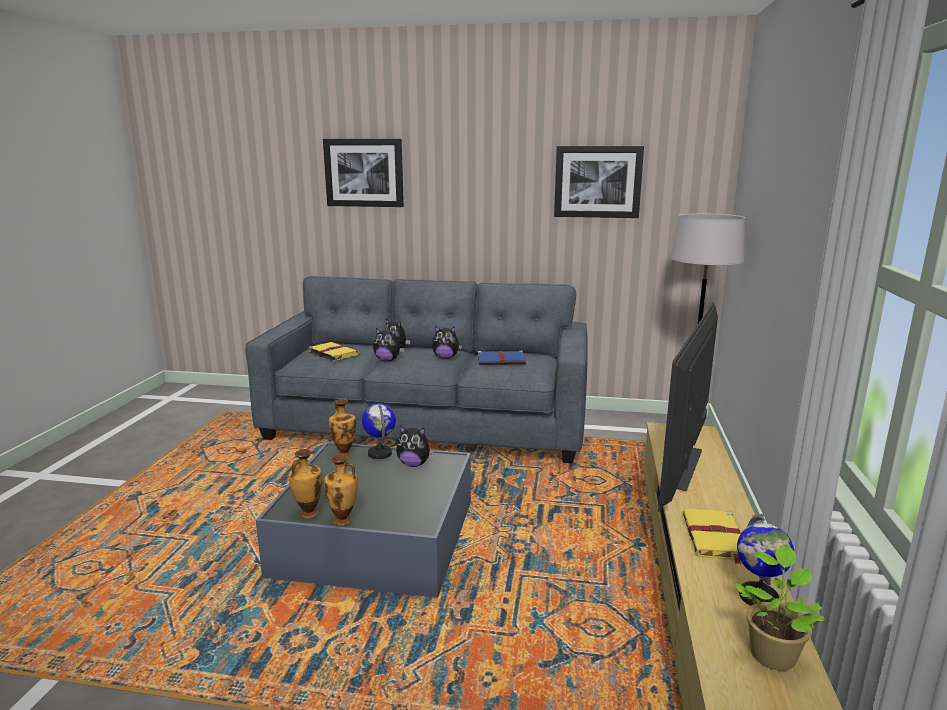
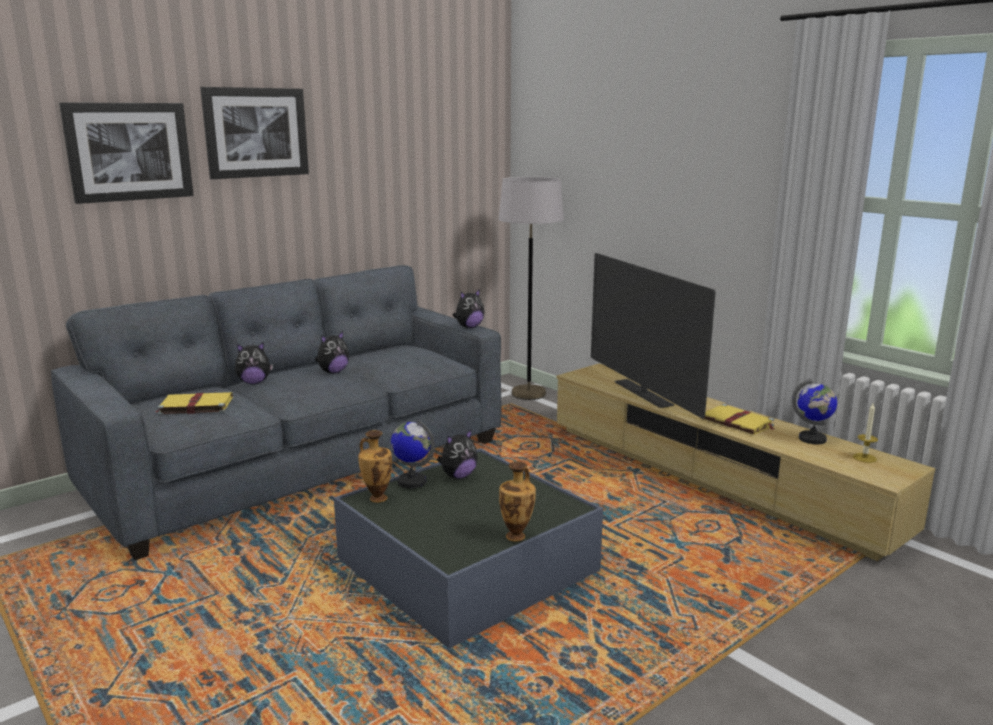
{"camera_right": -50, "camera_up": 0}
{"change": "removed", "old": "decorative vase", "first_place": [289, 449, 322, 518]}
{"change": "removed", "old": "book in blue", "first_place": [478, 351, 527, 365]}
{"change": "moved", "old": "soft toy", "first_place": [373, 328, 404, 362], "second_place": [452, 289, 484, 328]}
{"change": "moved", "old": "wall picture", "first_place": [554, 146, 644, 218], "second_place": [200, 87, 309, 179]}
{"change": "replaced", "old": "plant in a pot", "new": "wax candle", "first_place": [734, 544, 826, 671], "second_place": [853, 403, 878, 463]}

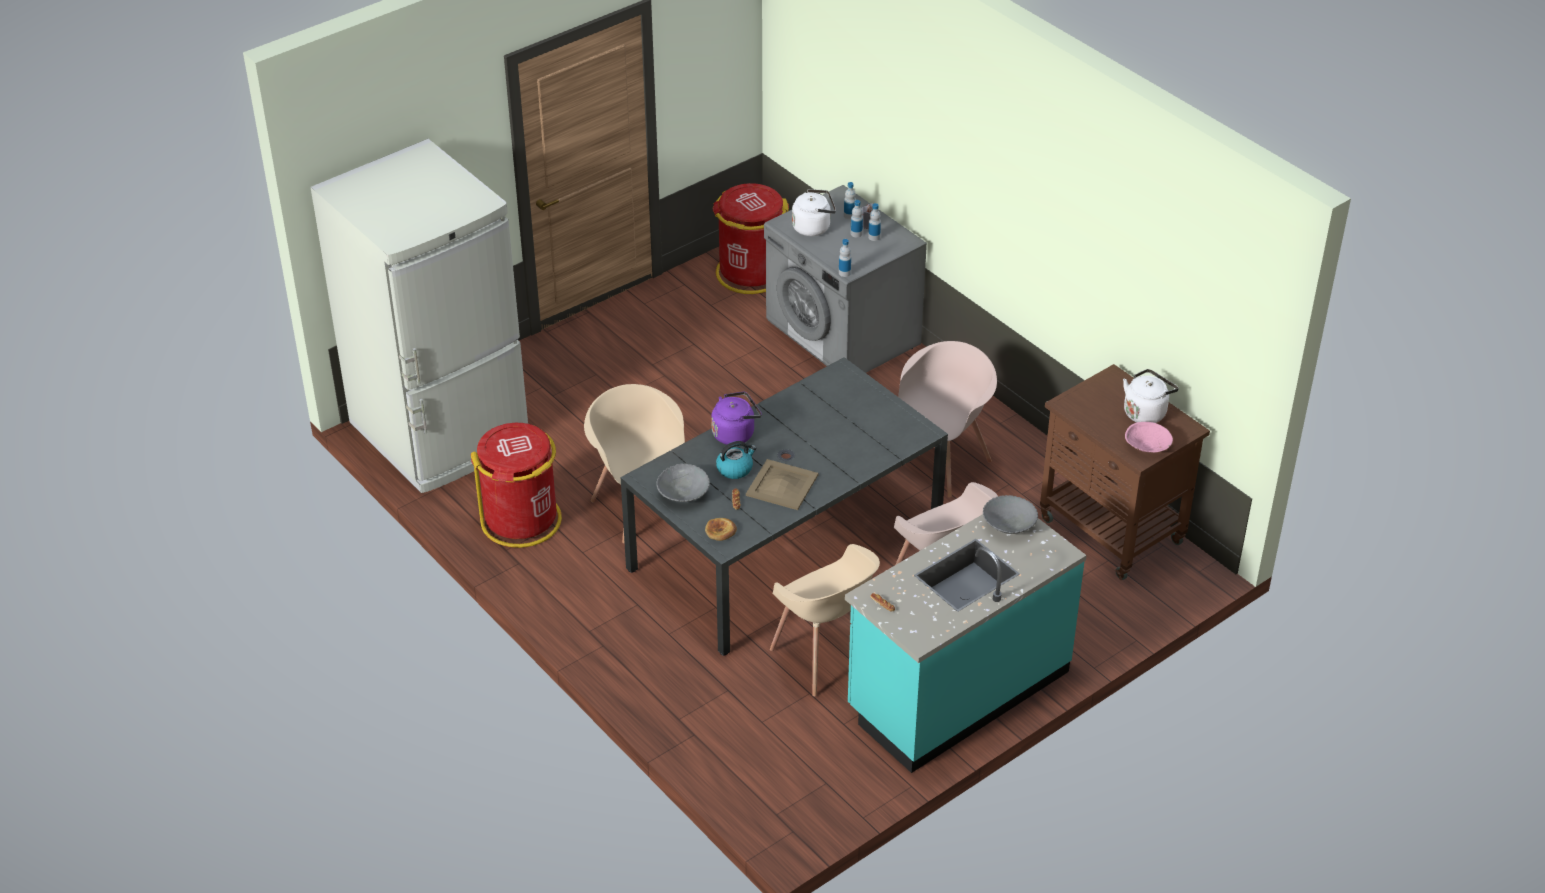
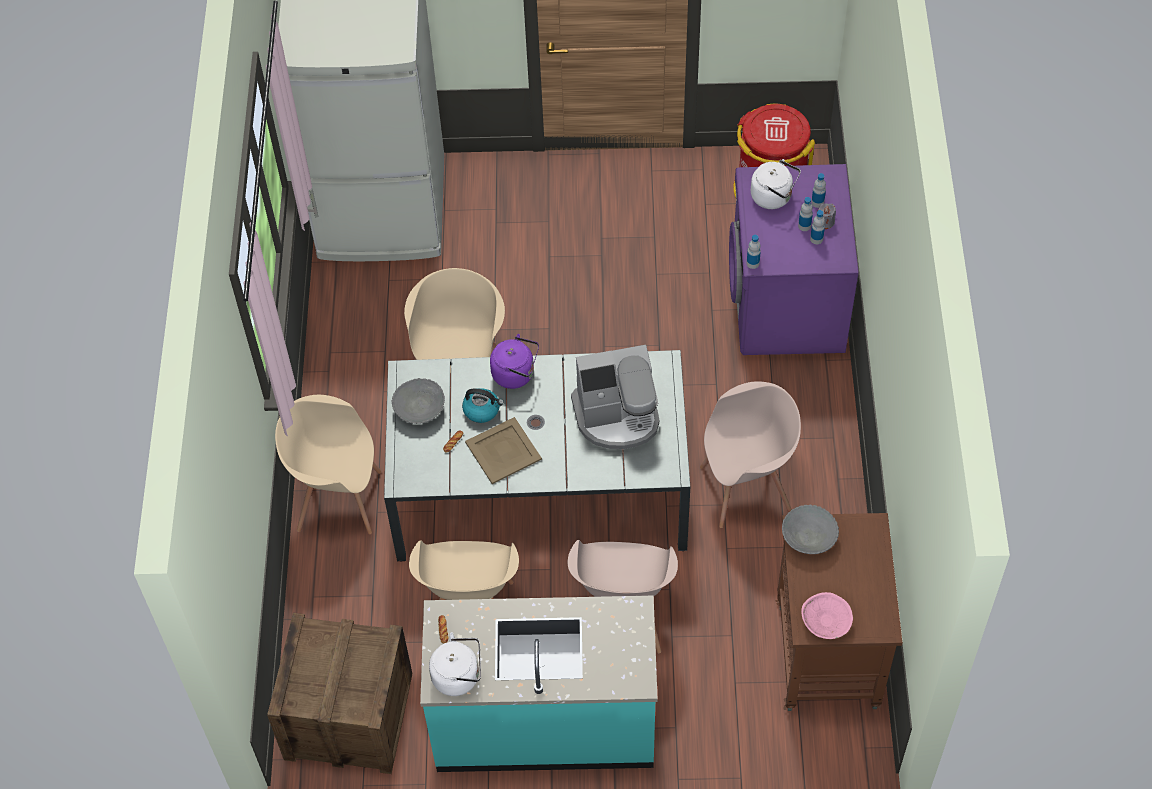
{"camera_right": 40, "camera_up": 15}
{"change": "removed", "old": "trash can in reddish", "first_place": [471, 423, 562, 548]}
{"change": "removed", "old": "bakery bread", "first_place": [705, 518, 737, 541]}
{"change": "added", "new": "packing crate", "second_place": [267, 613, 412, 774]}
{"change": "added", "new": "plain chair in beige", "second_place": [275, 395, 381, 534]}
{"change": "added", "new": "coffee machine", "second_place": [571, 345, 659, 449]}
{"change": "moved", "old": "bowl in grey", "first_place": [983, 495, 1038, 534], "second_place": [782, 505, 839, 554]}
{"change": "moved", "old": "tea kettle in white-coloured", "first_place": [1123, 369, 1179, 423], "second_place": [429, 632, 481, 696]}
{"change": "recoloured", "old": "washing machine in grey", "new": "washing machine in purplish", "first_place": [764, 185, 927, 373], "second_place": [729, 164, 859, 355]}

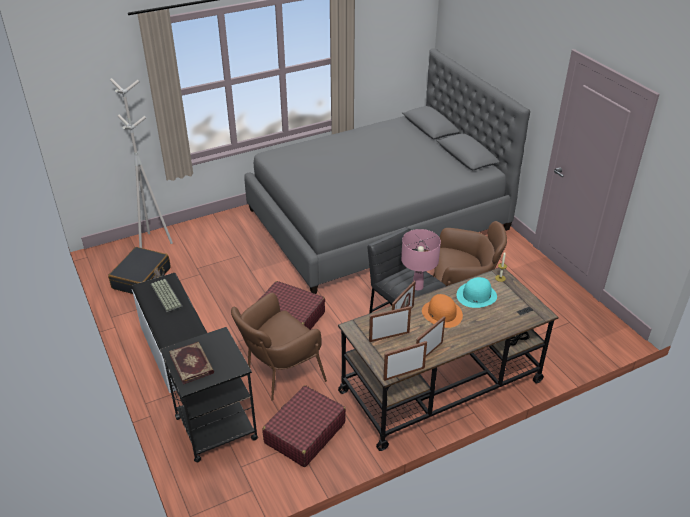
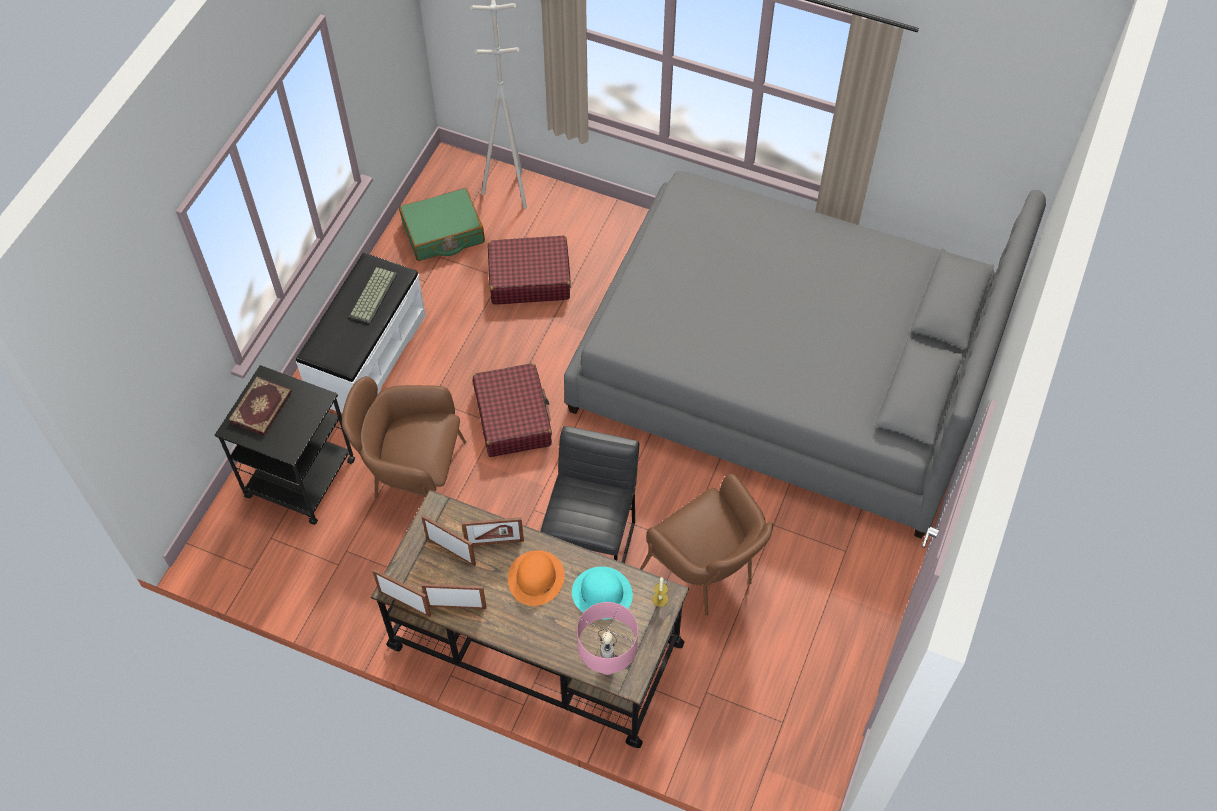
{"camera_right": 50, "camera_up": 20}
{"change": "moved", "old": "travel case in reddish", "first_place": [262, 385, 346, 467], "second_place": [488, 235, 570, 305]}
{"change": "moved", "old": "table lamp in pinkish", "first_place": [401, 229, 441, 291], "second_place": [577, 602, 638, 675]}
{"change": "recoloured", "old": "travel case in black", "new": "travel case in greenish", "first_place": [108, 247, 171, 294], "second_place": [399, 188, 485, 261]}

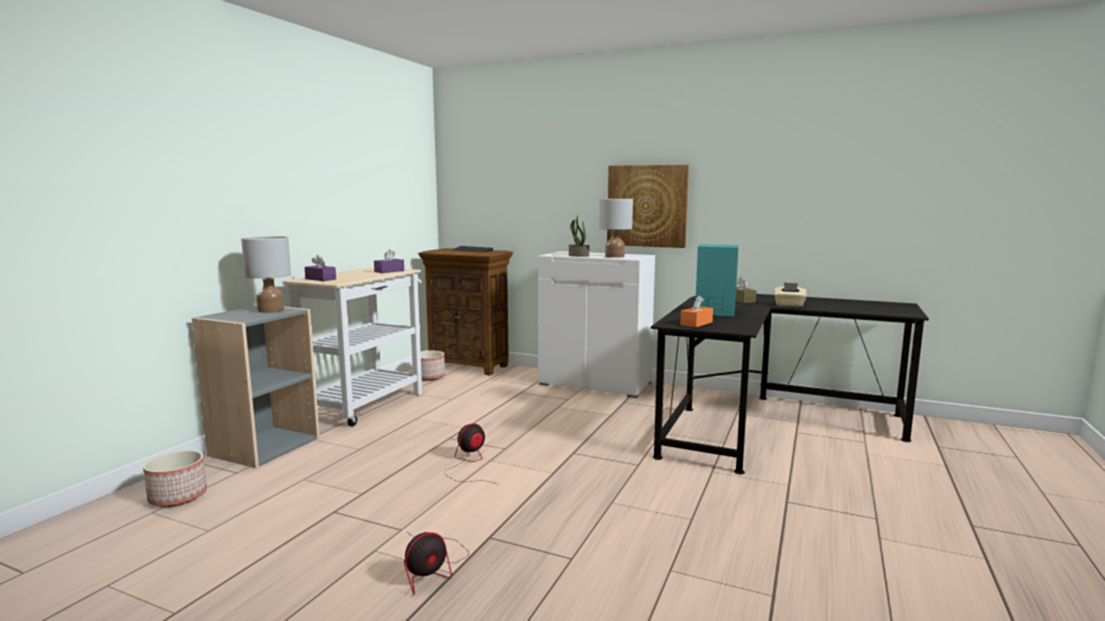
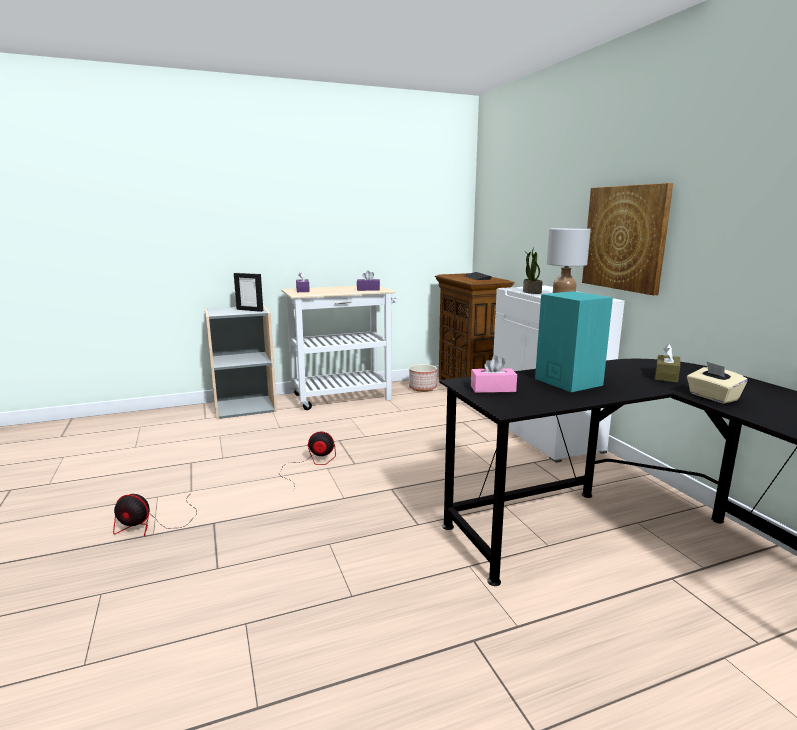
{"camera_right": 45, "camera_up": 5}
{"change": "removed", "old": "planter", "first_place": [143, 450, 207, 507]}
{"change": "replaced", "old": "table lamp in grey", "new": "photo frame", "first_place": [241, 236, 291, 313], "second_place": [234, 273, 263, 312]}
{"change": "recoloured", "old": "tissue holder in orange-coloured", "new": "tissue holder in pinkish", "first_place": [680, 296, 713, 327], "second_place": [471, 355, 517, 393]}

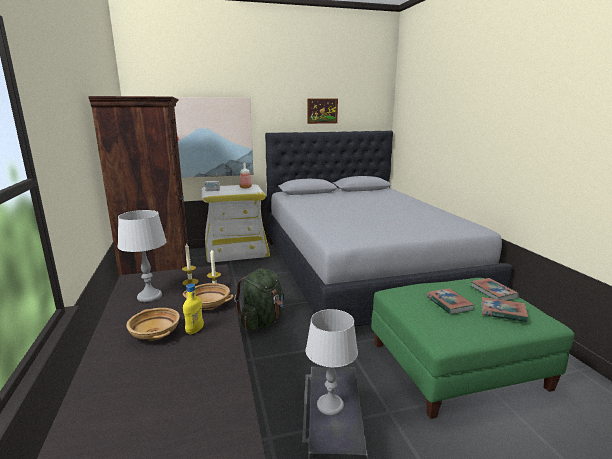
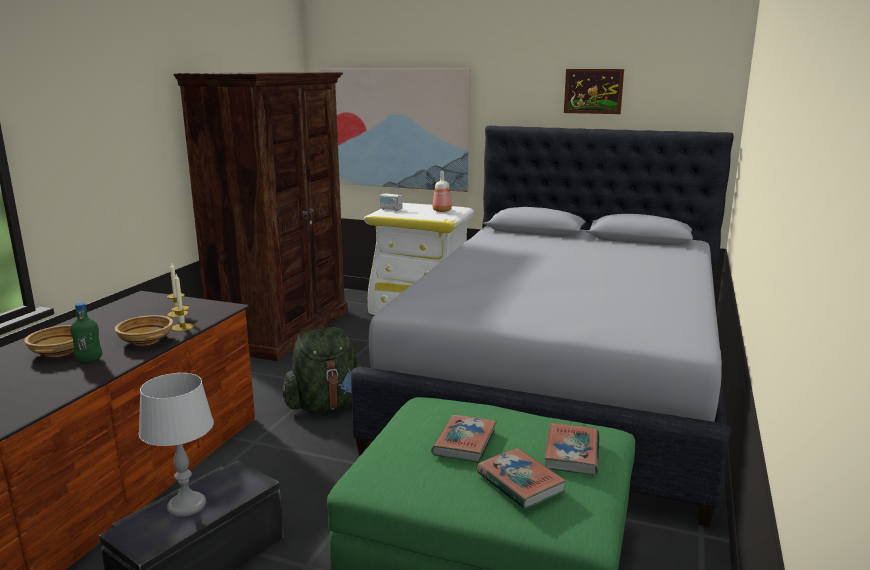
{"camera_right": 35, "camera_up": 0}
{"change": "removed", "old": "table lamp in grey", "first_place": [118, 210, 167, 302]}
{"change": "recoloured", "old": "beverage bottle in yellowish", "new": "beverage bottle in greenish", "first_place": [183, 284, 204, 334], "second_place": [70, 302, 102, 362]}

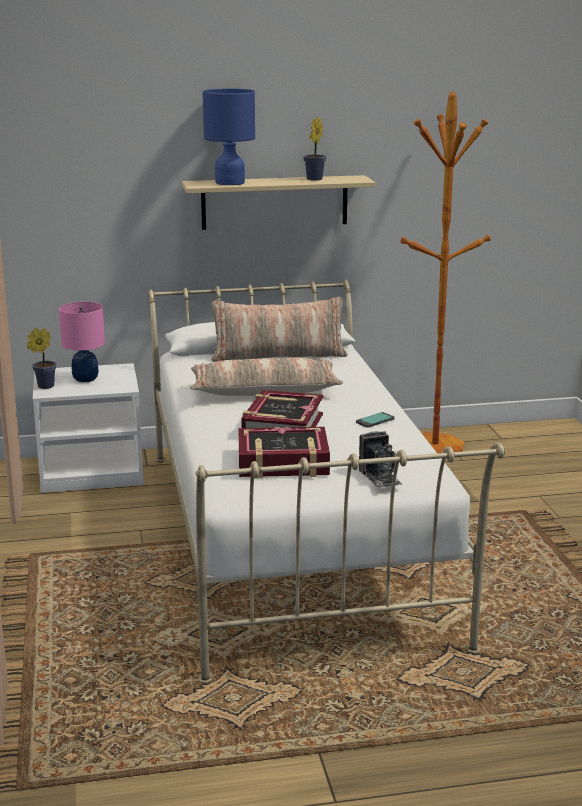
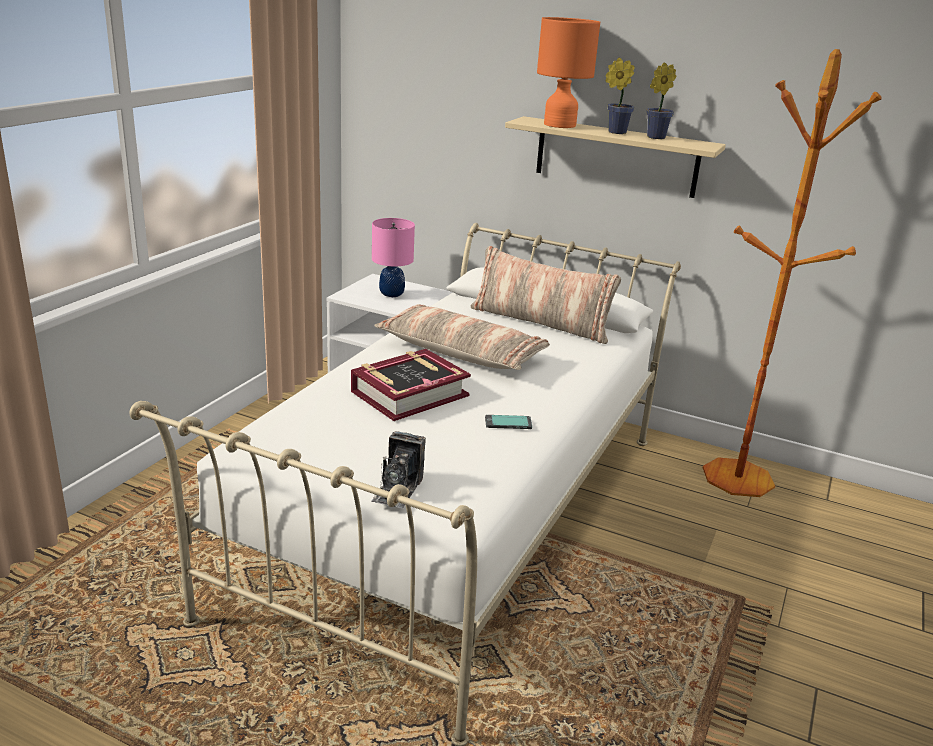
{"camera_right": 35, "camera_up": 5}
{"change": "removed", "old": "book", "first_place": [239, 427, 330, 478]}
{"change": "moved", "old": "plant in a pot", "first_place": [27, 328, 56, 389], "second_place": [605, 58, 635, 134]}
{"change": "recoloured", "old": "table lamp in blue", "new": "table lamp in orange-coloured", "first_place": [203, 89, 255, 185], "second_place": [537, 17, 600, 128]}

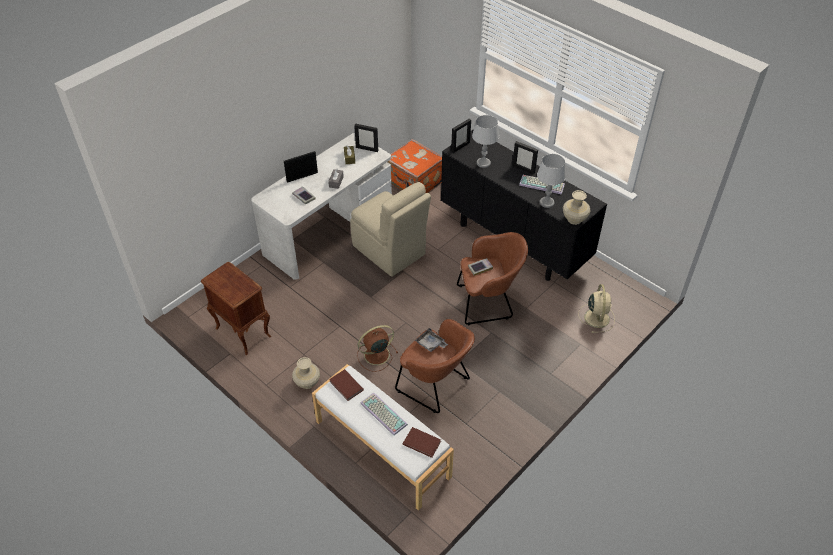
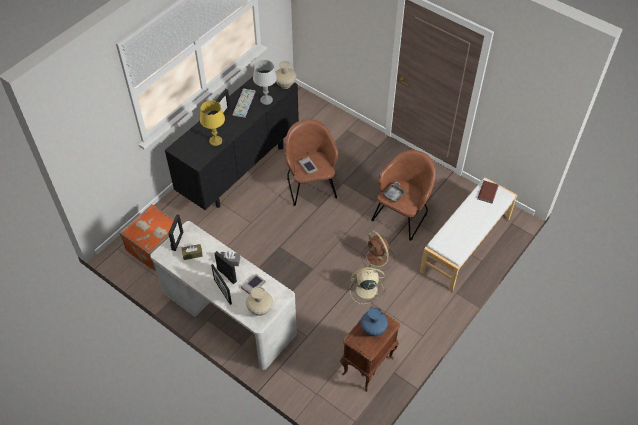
{"camera_right": -95, "camera_up": 5}
{"change": "removed", "old": "book in brown-coloured", "first_place": [329, 369, 364, 401]}
{"change": "removed", "old": "plain chair in beige", "first_place": [350, 182, 431, 277]}
{"change": "removed", "old": "keyboard", "first_place": [360, 392, 408, 435]}
{"change": "added", "new": "decorative vase in blue", "second_place": [360, 307, 388, 336]}
{"change": "moved", "old": "decorative vase in beige", "first_place": [292, 357, 320, 389], "second_place": [246, 286, 273, 316]}
{"change": "moved", "old": "photo frame", "first_place": [450, 119, 471, 153], "second_place": [214, 251, 237, 284]}
{"change": "moved", "old": "cooling fan in beige", "first_place": [578, 284, 615, 333], "second_place": [350, 267, 385, 304]}
{"change": "recoloured", "old": "table lamp in grey", "new": "table lamp in yellowish", "first_place": [472, 115, 499, 168], "second_place": [200, 101, 225, 146]}

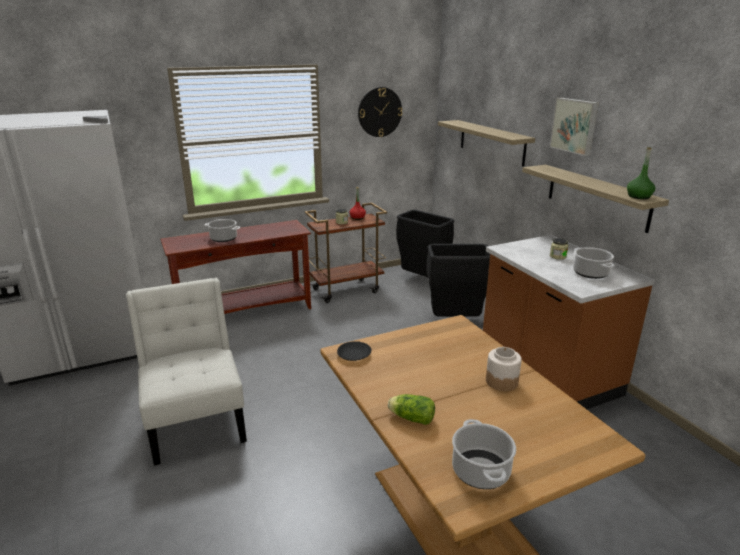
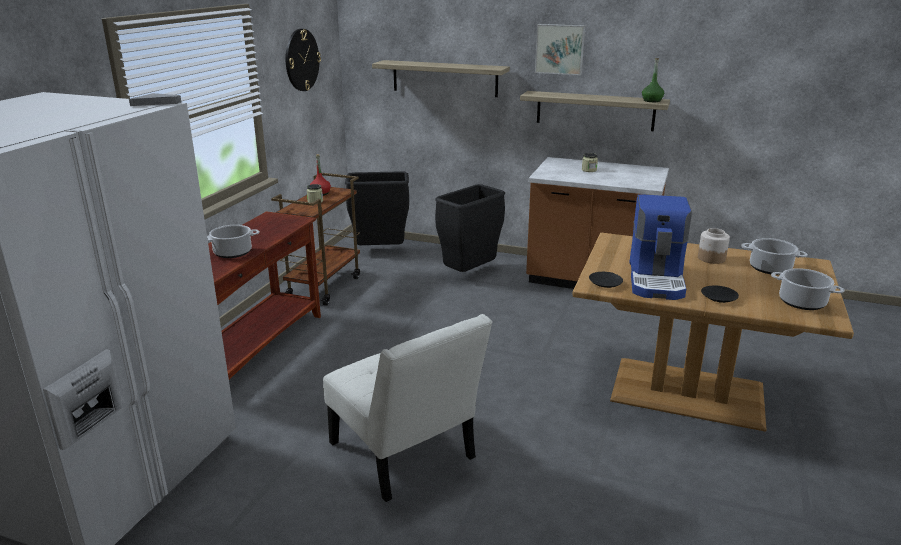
{"camera_right": -45, "camera_up": 0}
{"change": "added", "new": "coffee machine", "second_place": [630, 194, 692, 300]}
{"change": "moved", "old": "stockpot", "first_place": [573, 247, 615, 279], "second_place": [742, 238, 808, 275]}
{"change": "replaced", "old": "head of lettuce", "new": "plate in black", "first_place": [388, 394, 435, 425], "second_place": [701, 286, 739, 303]}
{"change": "turned", "old": "plain chair in white-coloured", "first_place": [126, 278, 247, 466], "second_place": [323, 314, 492, 502], "degrees": -150}

